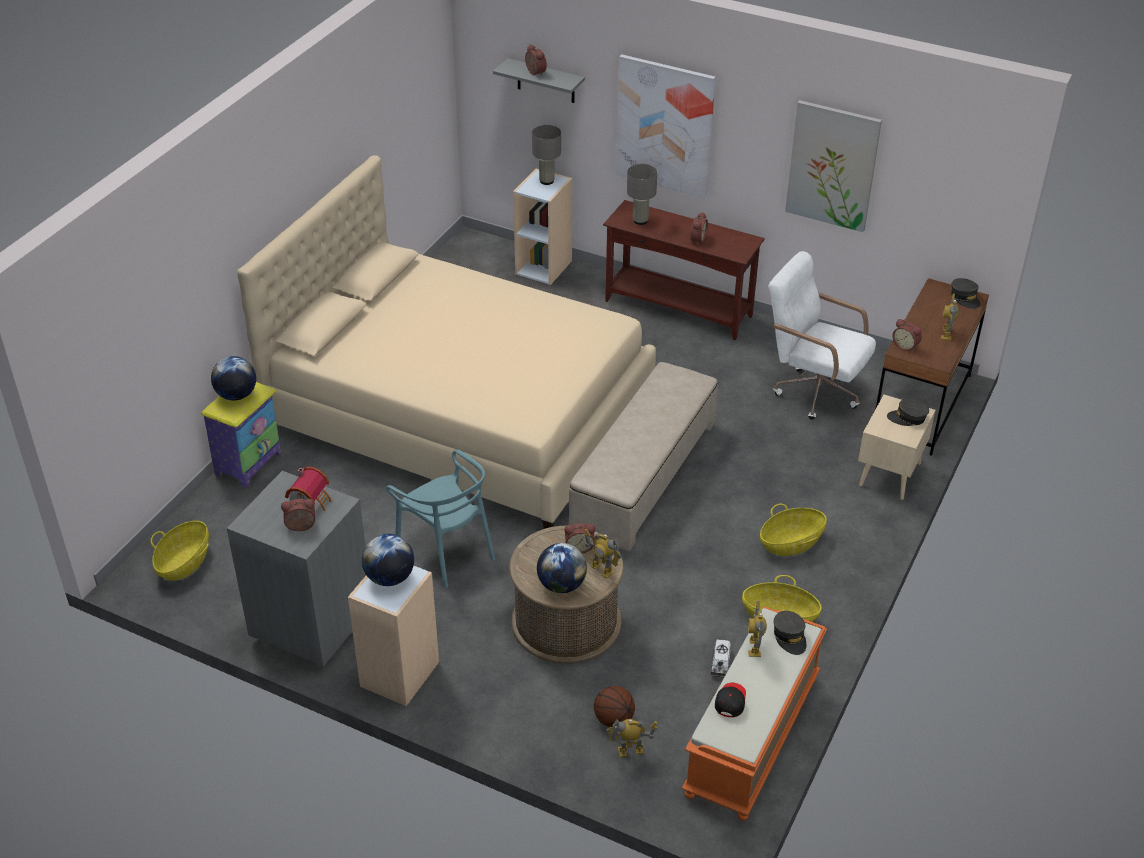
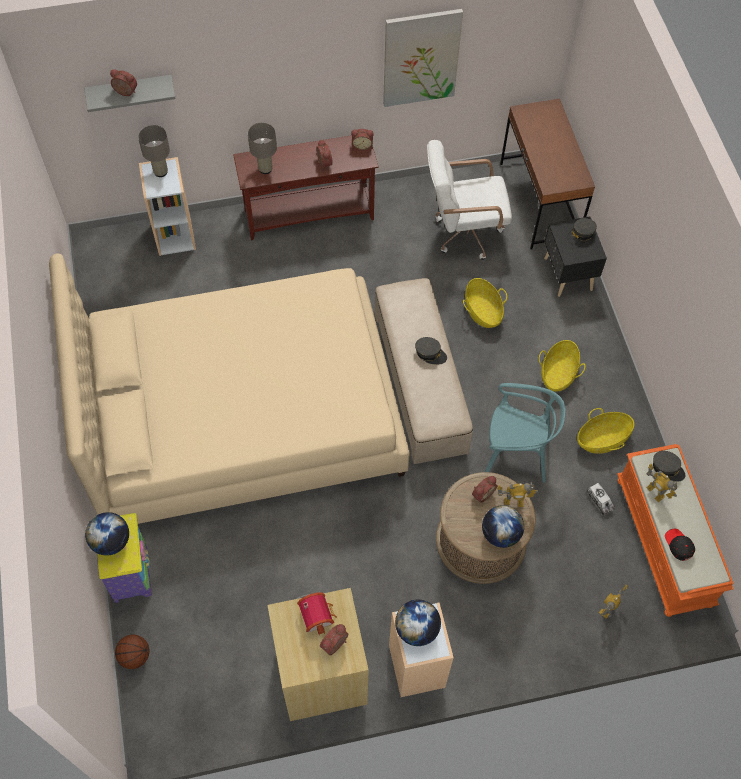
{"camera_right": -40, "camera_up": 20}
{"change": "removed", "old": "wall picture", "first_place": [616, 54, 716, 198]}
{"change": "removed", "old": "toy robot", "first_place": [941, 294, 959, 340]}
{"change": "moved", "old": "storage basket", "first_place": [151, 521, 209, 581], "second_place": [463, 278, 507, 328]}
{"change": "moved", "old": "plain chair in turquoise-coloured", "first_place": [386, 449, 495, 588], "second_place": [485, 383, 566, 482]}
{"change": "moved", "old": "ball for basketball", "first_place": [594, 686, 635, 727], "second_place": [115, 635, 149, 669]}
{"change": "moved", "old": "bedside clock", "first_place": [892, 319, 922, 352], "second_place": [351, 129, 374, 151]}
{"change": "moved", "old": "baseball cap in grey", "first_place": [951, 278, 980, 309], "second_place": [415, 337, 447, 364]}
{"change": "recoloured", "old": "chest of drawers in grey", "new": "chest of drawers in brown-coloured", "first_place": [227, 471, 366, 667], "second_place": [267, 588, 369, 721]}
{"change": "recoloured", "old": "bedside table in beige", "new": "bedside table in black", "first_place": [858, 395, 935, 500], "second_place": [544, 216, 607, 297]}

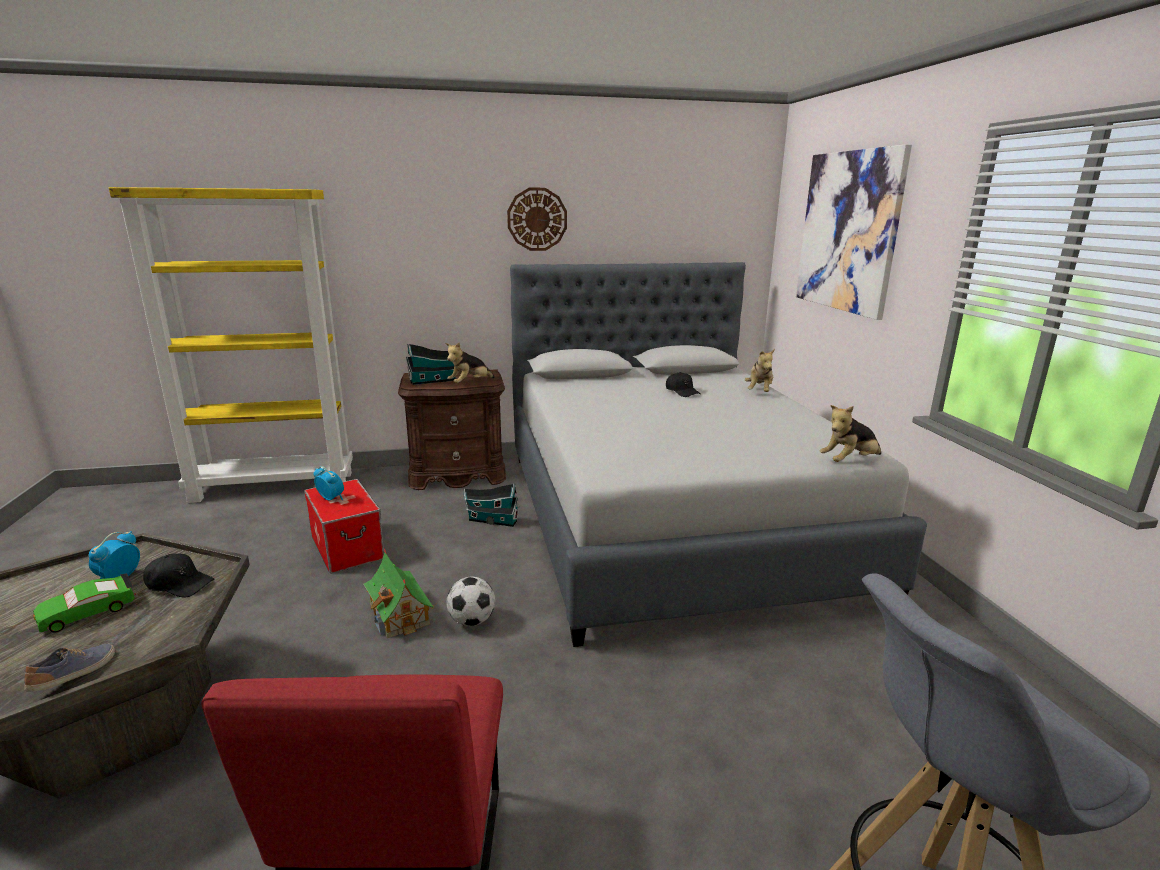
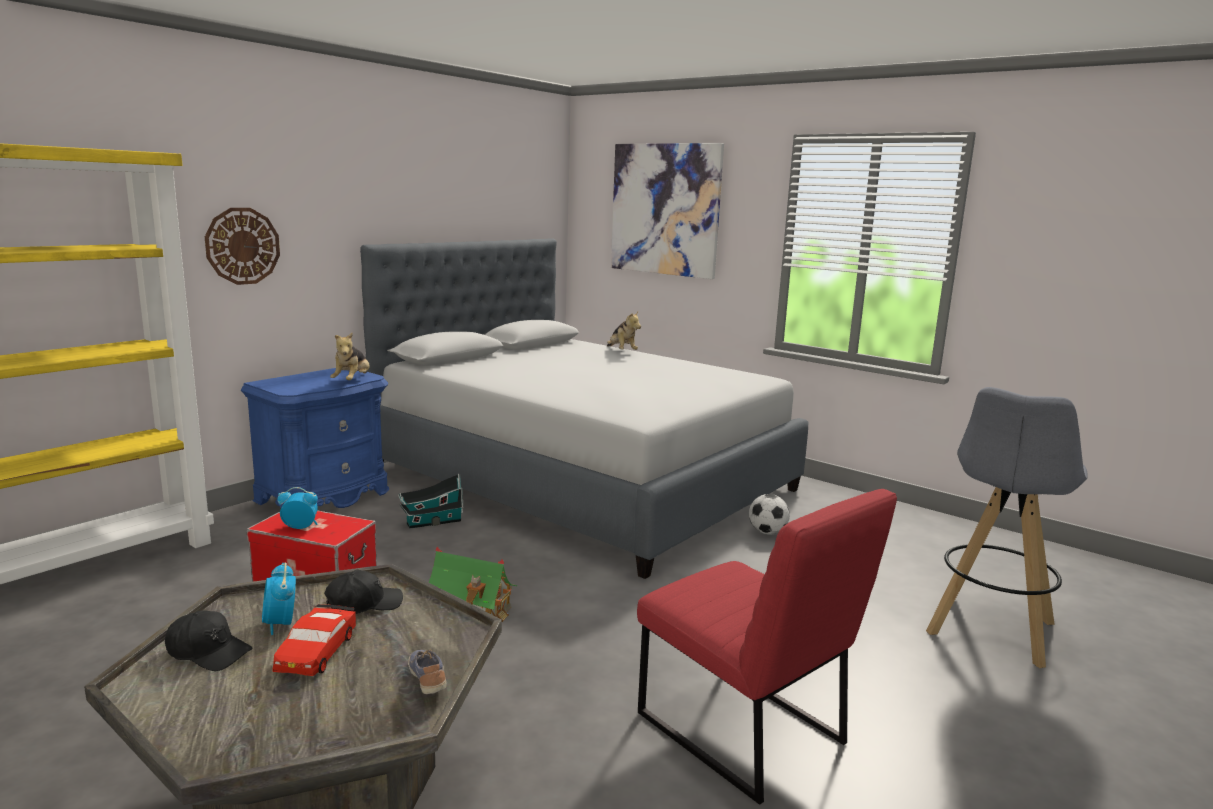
{"camera_right": -40, "camera_up": -5}
{"change": "removed", "old": "model house", "first_place": [406, 343, 456, 385]}
{"change": "removed", "old": "soft toy", "first_place": [819, 405, 881, 462]}
{"change": "moved", "old": "football ball", "first_place": [446, 577, 495, 626], "second_place": [749, 494, 790, 535]}
{"change": "moved", "old": "hanging clock", "first_place": [507, 188, 567, 251], "second_place": [205, 208, 280, 285]}
{"change": "moved", "old": "baseball cap in black", "first_place": [666, 372, 701, 397], "second_place": [165, 610, 253, 671]}
{"change": "recoloured", "old": "miniature car in greenish", "new": "miniature car in reddish", "first_place": [33, 573, 136, 633], "second_place": [272, 604, 356, 676]}
{"change": "recoloured", "old": "bedside table in brown-coloured", "new": "bedside table in blue", "first_place": [398, 369, 506, 490], "second_place": [241, 368, 389, 508]}

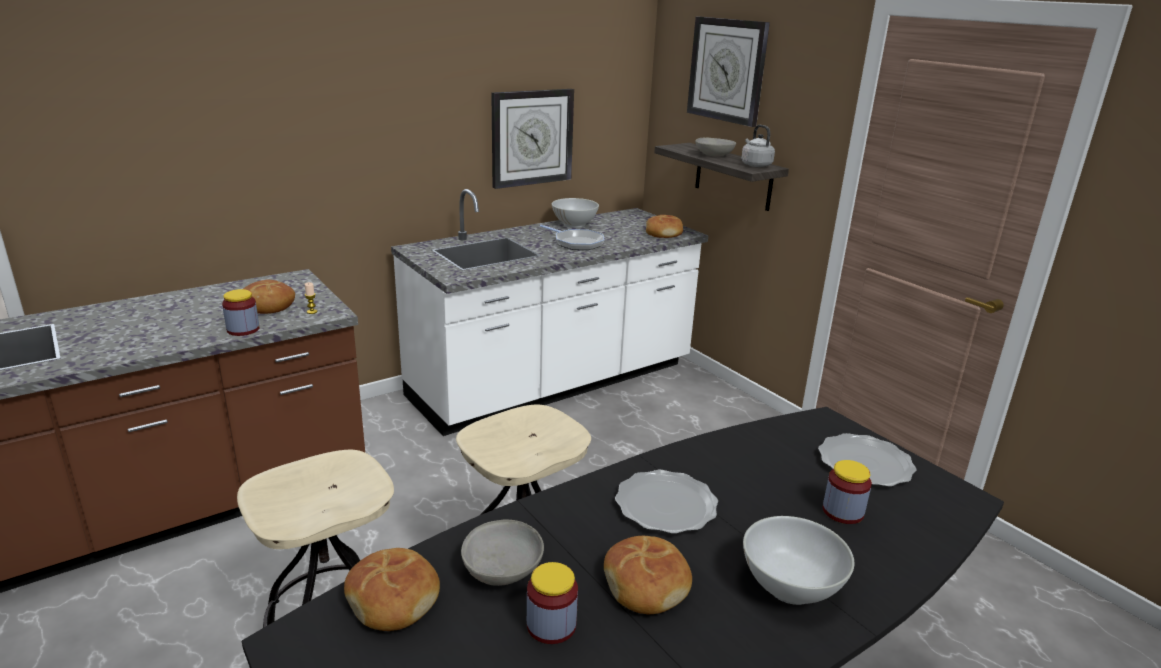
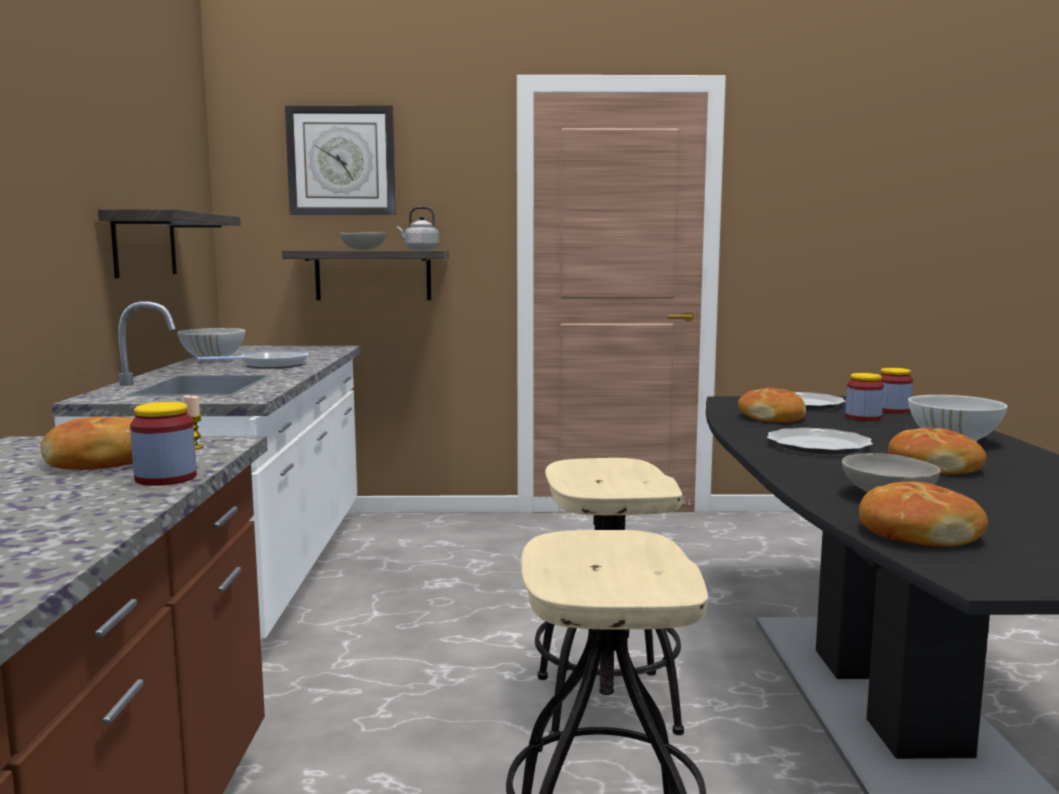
{"camera_right": -55, "camera_up": -15}
{"change": "moved", "old": "jar", "first_place": [527, 562, 578, 644], "second_place": [880, 368, 913, 414]}
{"change": "moved", "old": "bakery bread", "first_place": [646, 215, 683, 238], "second_place": [738, 388, 806, 422]}
{"change": "replaced", "old": "hanging clock", "new": "bracket shelf", "first_place": [491, 89, 574, 189], "second_place": [98, 209, 241, 278]}

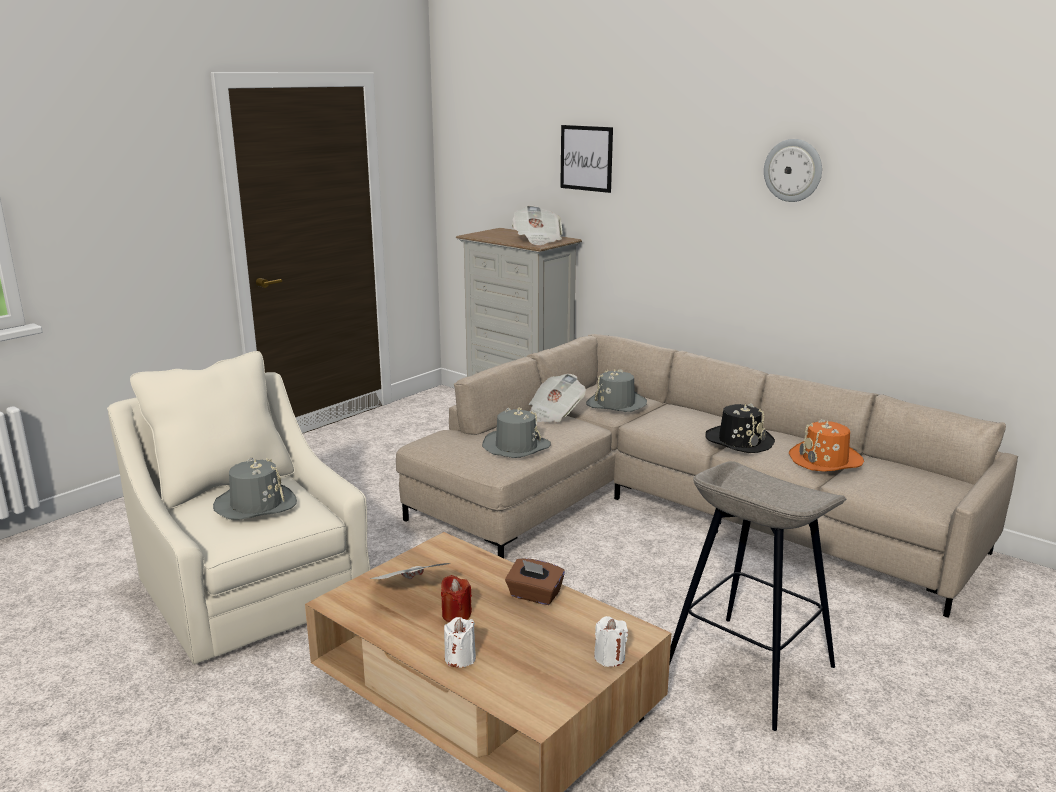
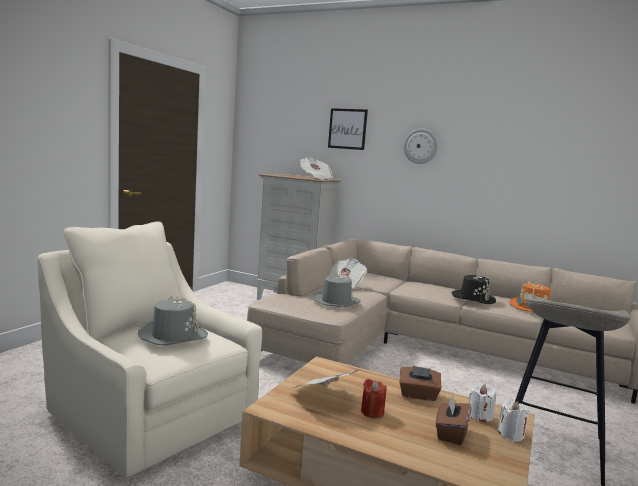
{"camera_right": -15, "camera_up": -10}
{"change": "removed", "old": "hat in grey", "first_place": [586, 369, 647, 412]}
{"change": "added", "new": "tissue holder in brown-coloured", "second_place": [436, 395, 471, 445]}
{"change": "moved", "old": "wax candle in white-coloured", "first_place": [444, 617, 476, 667], "second_place": [469, 384, 496, 422]}
{"change": "moved", "old": "hanging clock", "first_place": [764, 139, 822, 202], "second_place": [404, 128, 438, 164]}

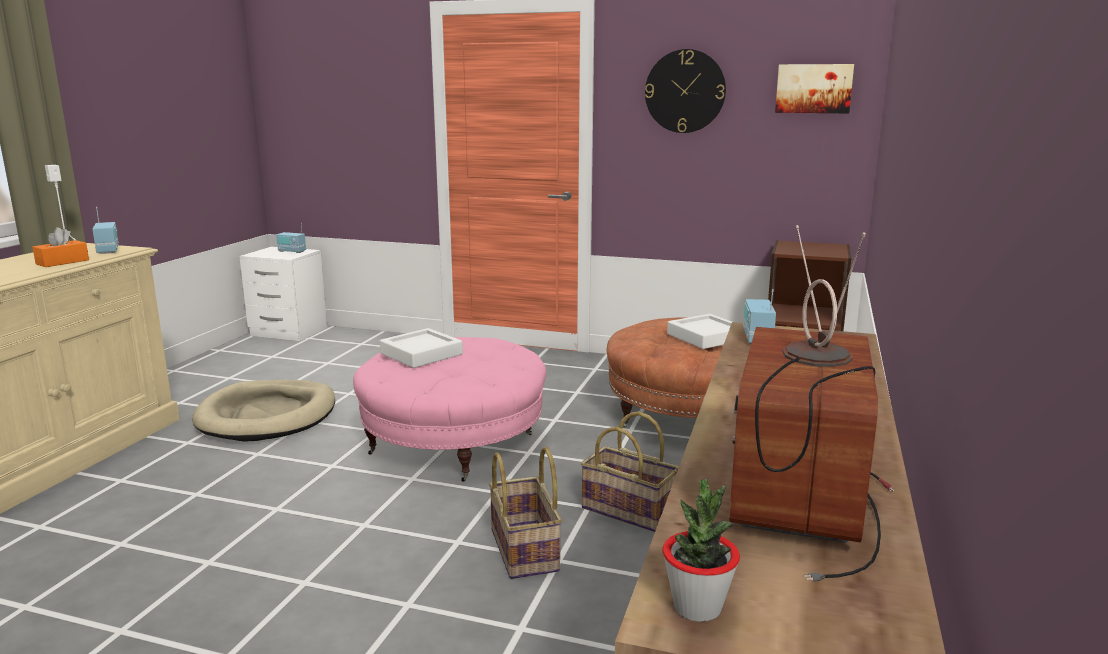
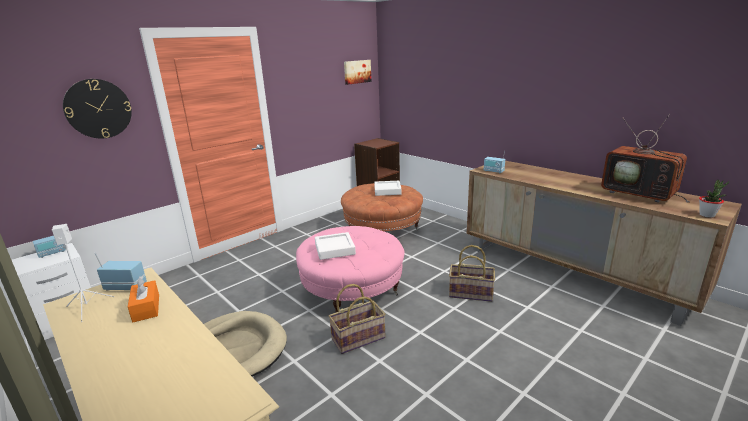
{"camera_right": -60, "camera_up": 5}
{"change": "moved", "old": "storage basket", "first_place": [581, 411, 679, 532], "second_place": [329, 284, 386, 354]}
{"change": "moved", "old": "hanging clock", "first_place": [645, 49, 726, 133], "second_place": [63, 79, 132, 139]}

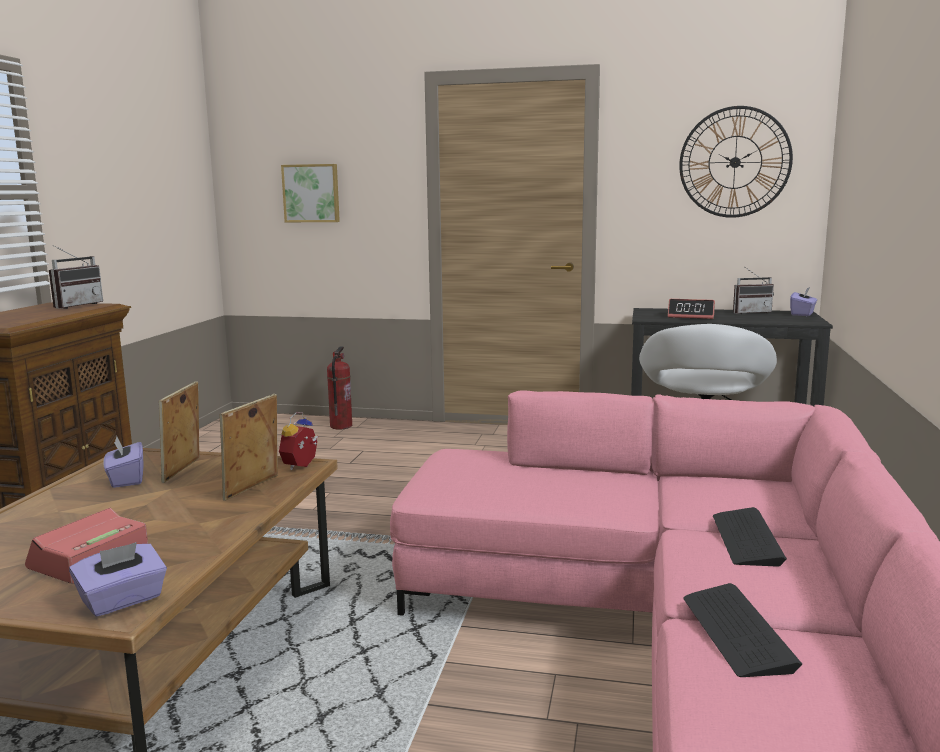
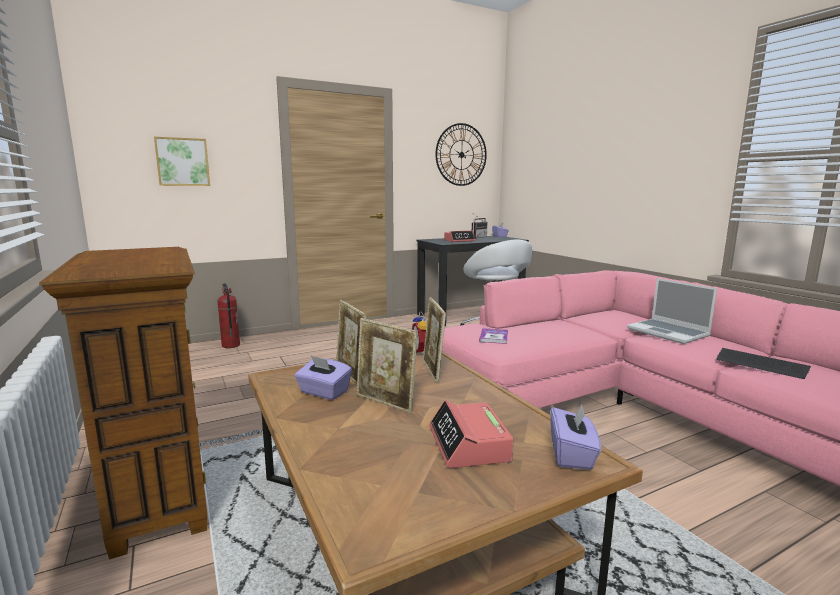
{"camera_right": -40, "camera_up": 0}
{"change": "removed", "old": "radio receiver", "first_place": [49, 245, 103, 309]}
{"change": "added", "new": "photo frame", "second_place": [357, 318, 418, 413]}
{"change": "added", "new": "book", "second_place": [479, 328, 508, 344]}
{"change": "replaced", "old": "keyboard", "new": "notebook computer", "first_place": [713, 507, 787, 567], "second_place": [627, 278, 717, 344]}

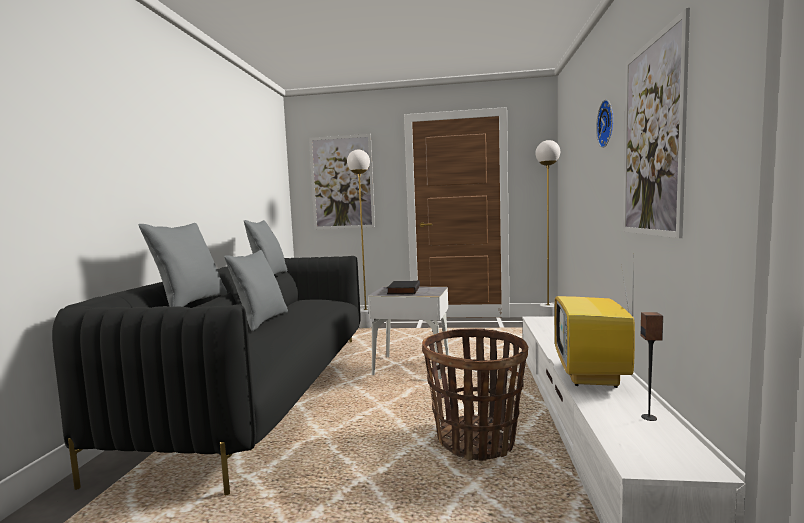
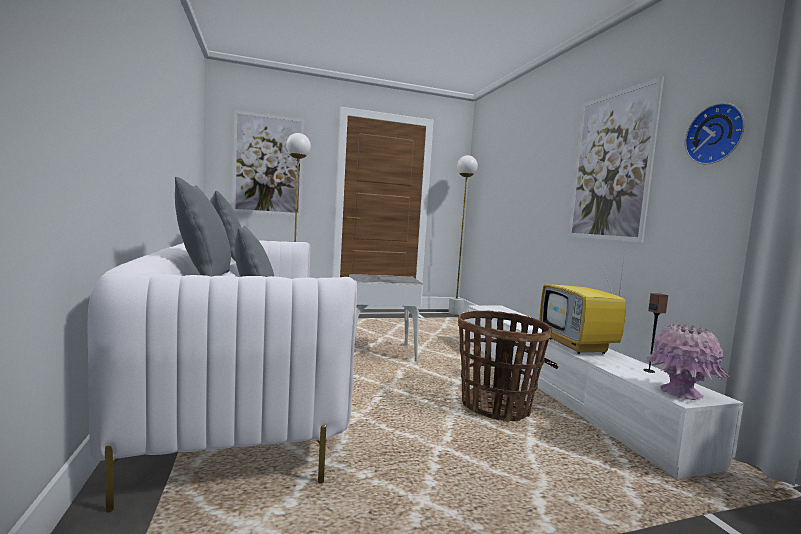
{"camera_right": -25, "camera_up": 0}
{"change": "removed", "old": "book in black", "first_place": [387, 280, 420, 294]}
{"change": "added", "new": "decorative vase in pinkish", "second_place": [645, 324, 729, 400]}
{"change": "moved", "old": "hanging clock", "first_place": [596, 100, 613, 148], "second_place": [685, 103, 745, 164]}
{"change": "recoloured", "old": "sofa in black", "new": "sofa in white-coloured", "first_place": [52, 256, 361, 495], "second_place": [88, 240, 357, 512]}

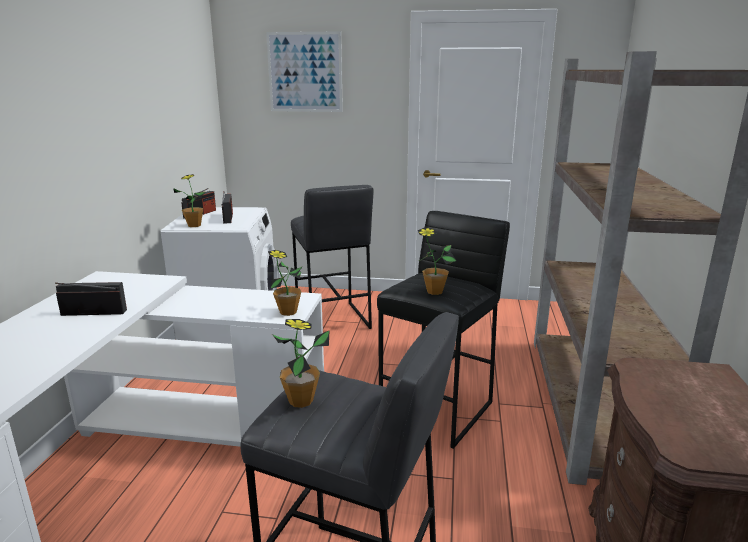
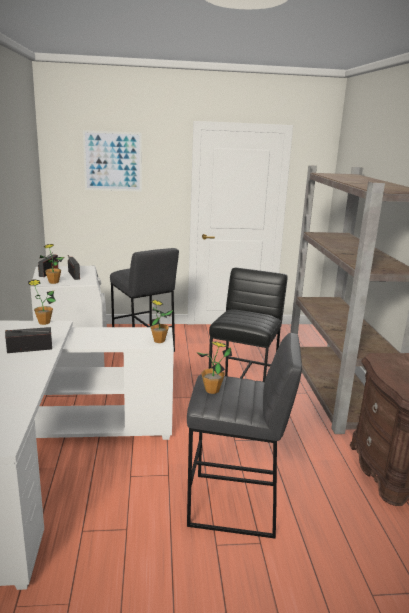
{"camera_right": -15, "camera_up": 0}
{"change": "moved", "old": "plant in a pot", "first_place": [418, 227, 456, 295], "second_place": [28, 279, 56, 325]}

